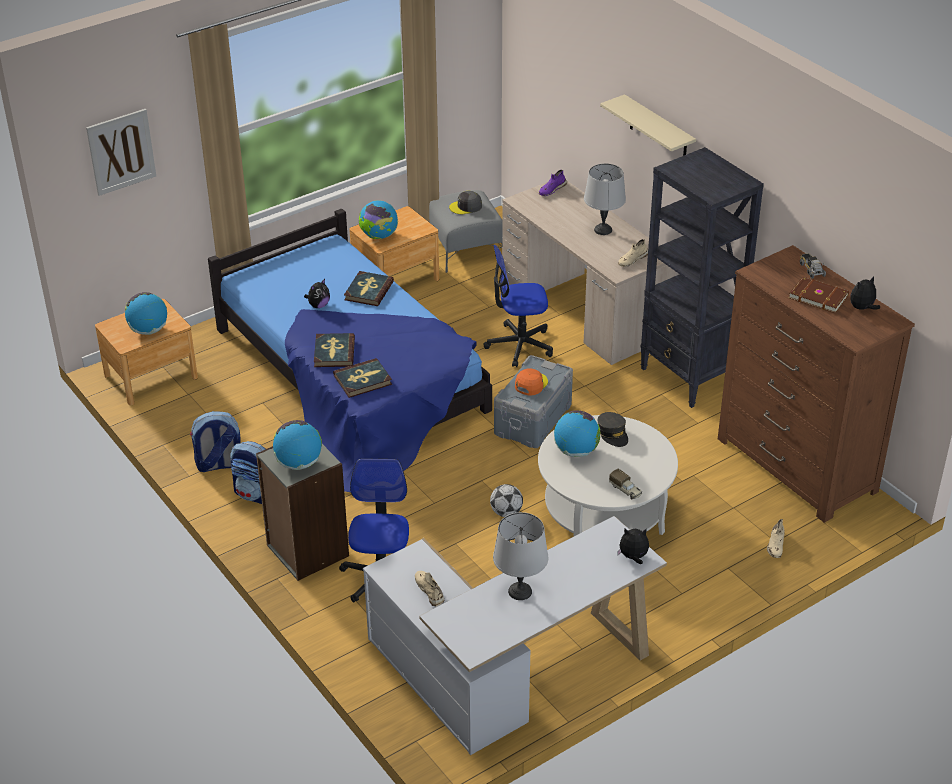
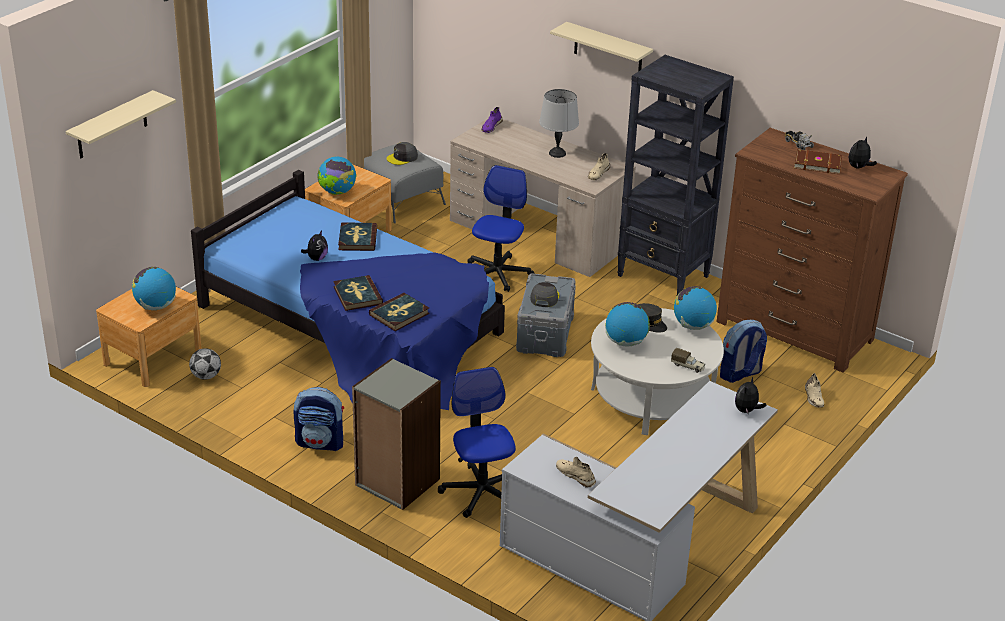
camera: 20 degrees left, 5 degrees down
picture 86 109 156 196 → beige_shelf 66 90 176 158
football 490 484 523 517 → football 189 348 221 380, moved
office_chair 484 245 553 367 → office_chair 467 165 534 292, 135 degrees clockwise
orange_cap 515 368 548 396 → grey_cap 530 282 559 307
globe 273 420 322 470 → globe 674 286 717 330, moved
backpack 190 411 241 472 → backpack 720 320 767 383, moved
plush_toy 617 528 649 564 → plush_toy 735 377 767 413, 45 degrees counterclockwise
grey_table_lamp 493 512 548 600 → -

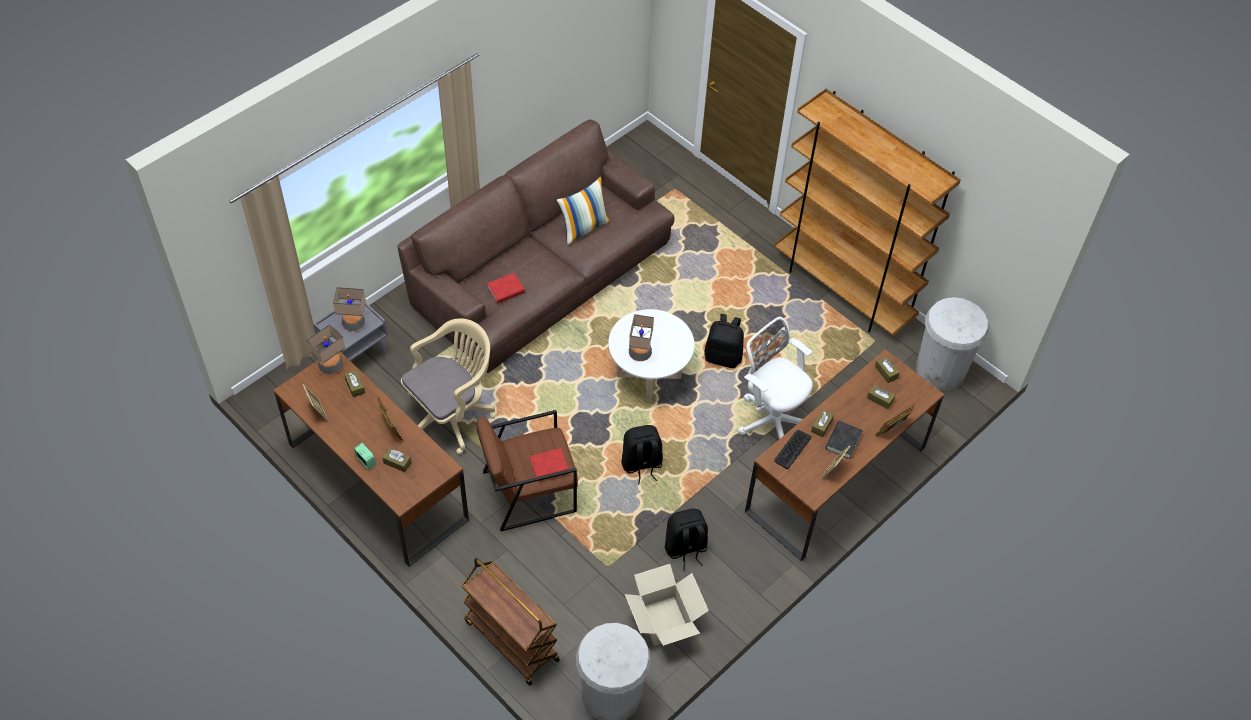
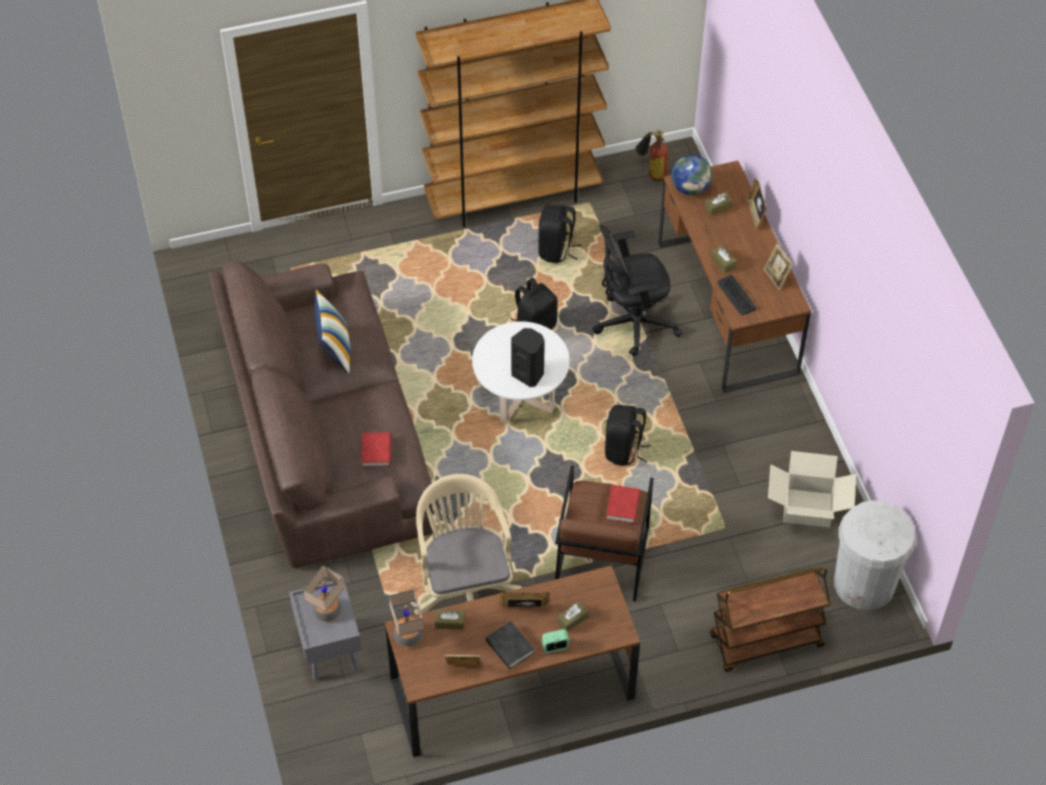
camera: 60 degrees left, 0 degrees up
black_book 826 421 863 459 → black_book 486 621 534 669, moved
table_lamp 629 314 654 361 → black_speaker 511 328 545 387
black_backpack 665 509 708 570 → black_backpack 538 205 581 263, moved
white_office_chair 738 317 813 439 → black_office_chair 593 225 683 356
white_trash_can 916 297 988 390 → fire_extinguisher 635 130 668 181
brown_tissue_box 875 356 900 383 → globe 672 155 712 195

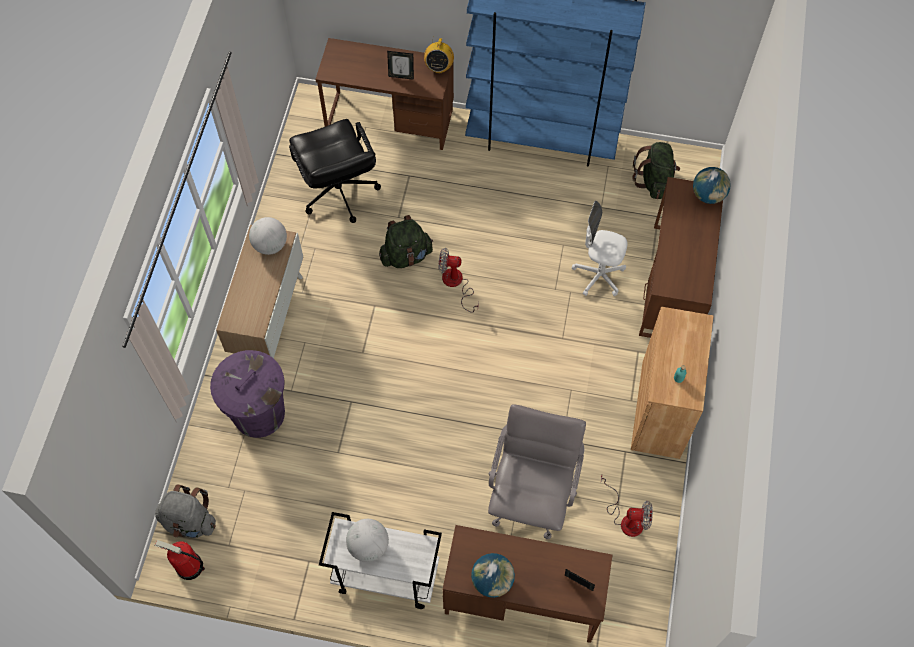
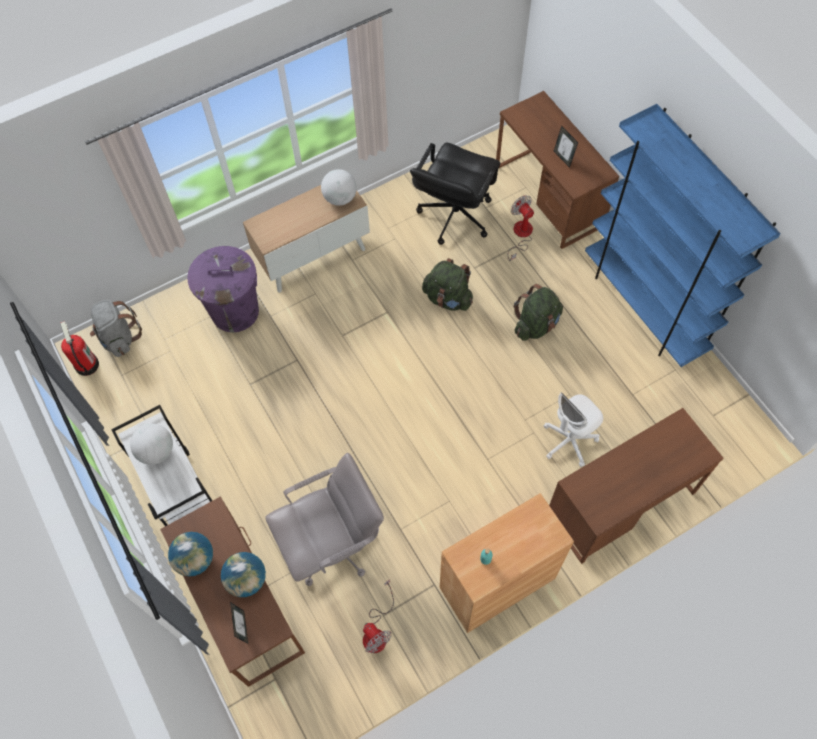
camera: 50 degrees right, 0 degrees up
globe 693 167 731 204 → globe 221 552 266 597, moved
fan 439 248 479 313 → fan 508 195 534 261, moved
green_backpack 632 142 680 199 → green_backpack 514 284 563 341, moved
white_office_chair 572 201 628 296 → white_office_chair 544 392 603 467, 105 degrees counterclockwise
radio 424 38 454 73 → -

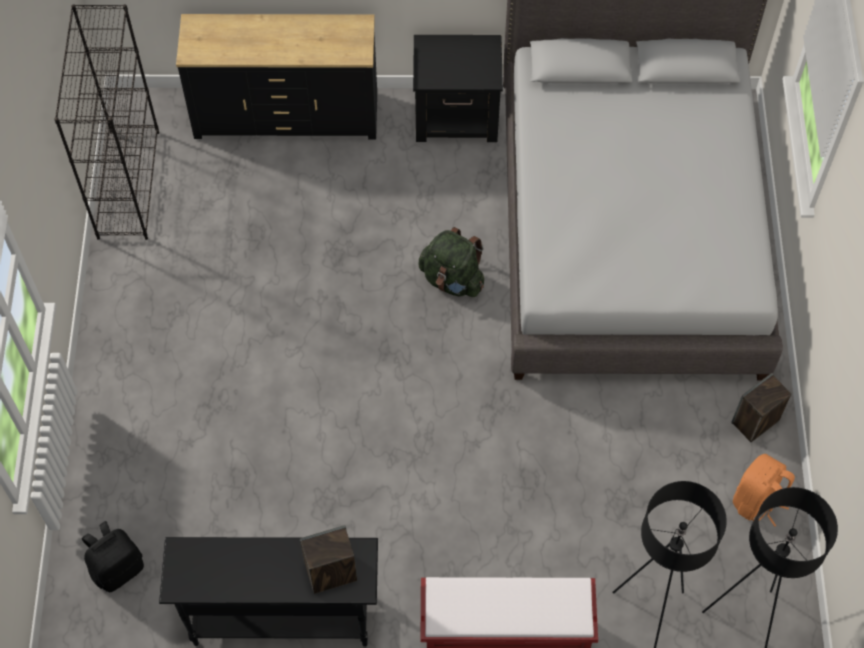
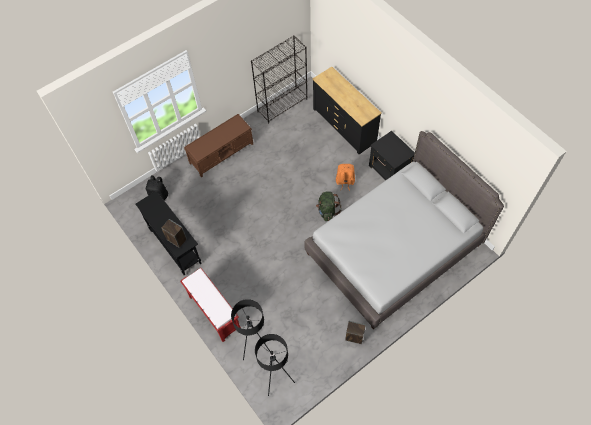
camera: 55 degrees right, 0 degrees up
- → brown_bench 184 114 253 177
orange_backpack 733 454 795 526 → orange_backpack 336 164 355 191, moved

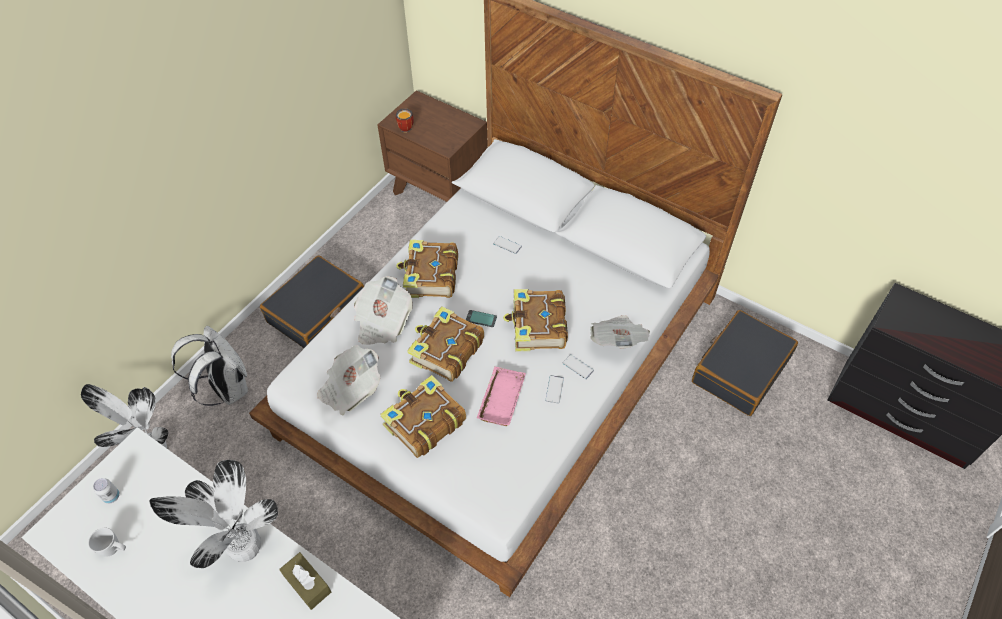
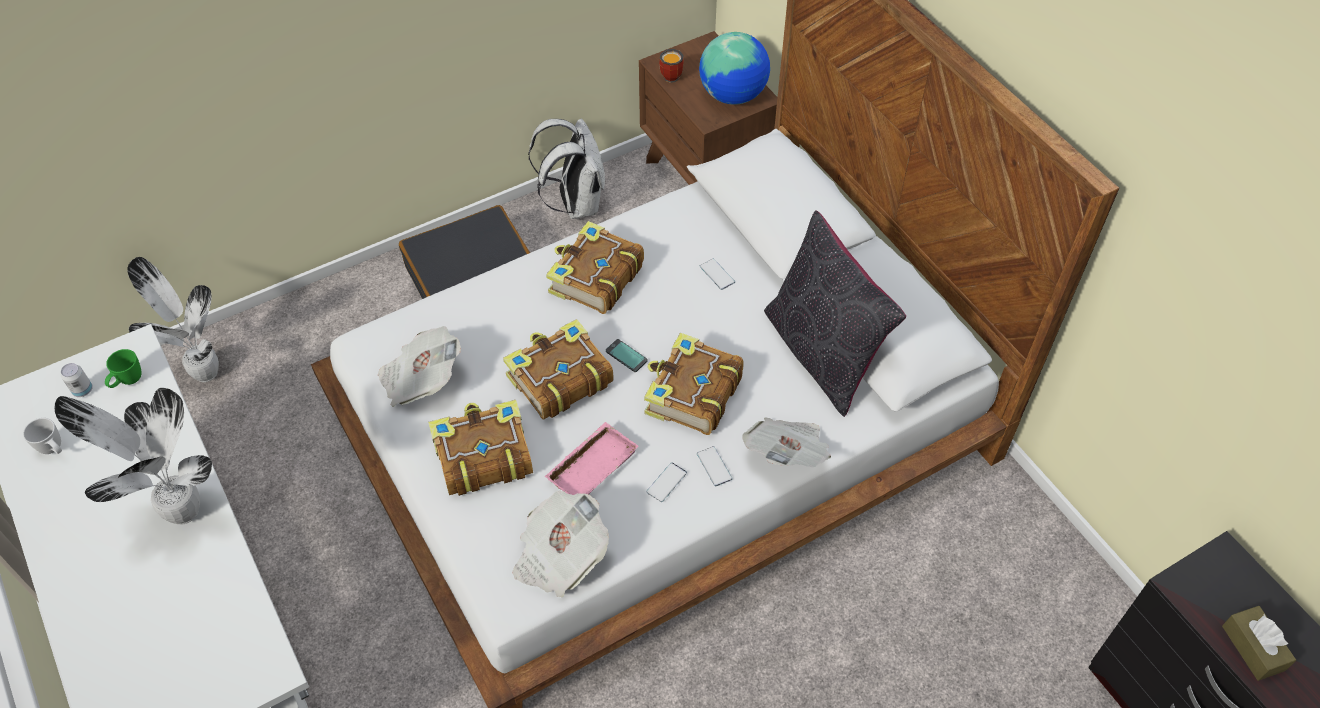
camera: 25 degrees right, 0 degrees up
- → green_mug 105 349 141 388
newspaper 354 276 413 345 → newspaper 513 490 609 598, moved
white_backpack 171 326 248 406 → white_backpack 528 119 605 219, moved
- → globe 699 32 770 105
- → black_pillow 764 210 906 417
brown_tissue_box 279 552 331 610 → brown_tissue_box 1222 606 1296 681, moved
black_suitcase 692 310 798 416 → -

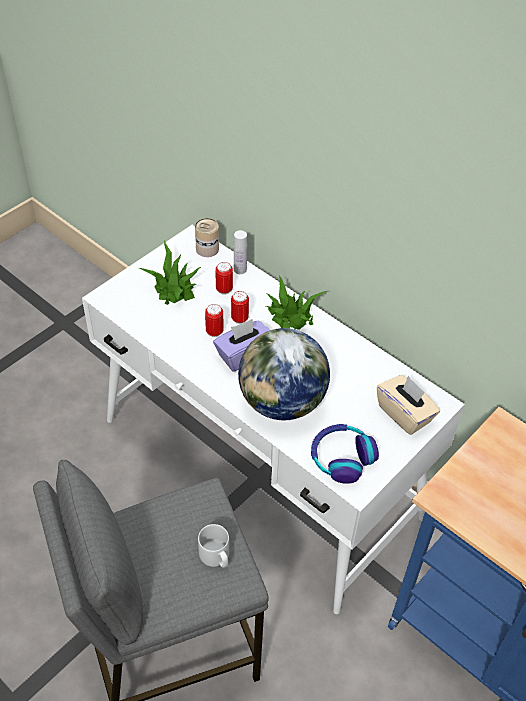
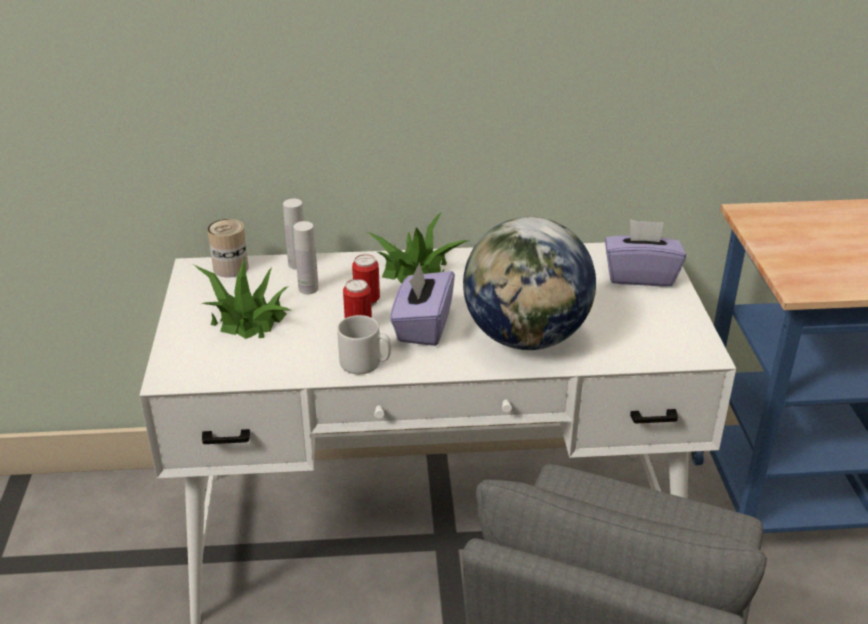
camera: 45 degrees left, 15 degrees down
can 215 262 233 294 → white_bottle 294 221 319 294
grey_mug 198 524 229 568 → grey_mug 337 315 391 374, moved
beige_tissue_box 377 375 440 435 → purple_tissue_box 605 219 686 287
headphones 311 424 379 484 → -

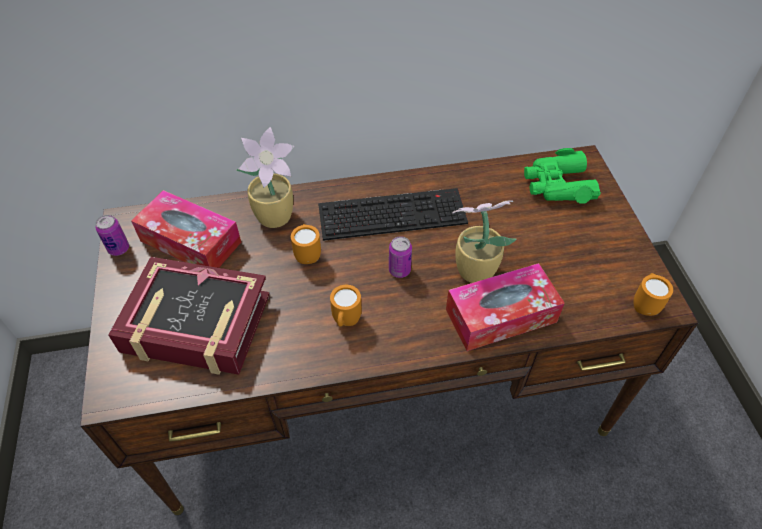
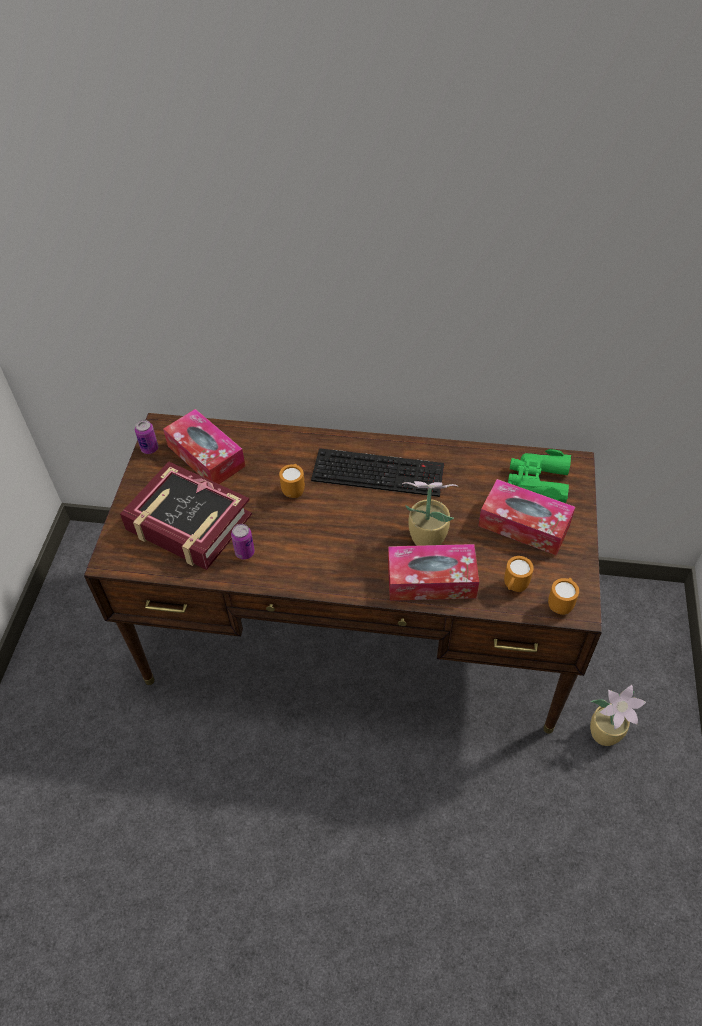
camera: 20 degrees right, 0 degrees up
can 389 236 412 278 → can 231 524 255 560, moved
- → tissue_box 478 479 575 556
orange_mug 330 285 362 326 → orange_mug 504 556 534 592, moved
potted_plant 236 127 294 228 → potted_plant 590 685 646 746, moved

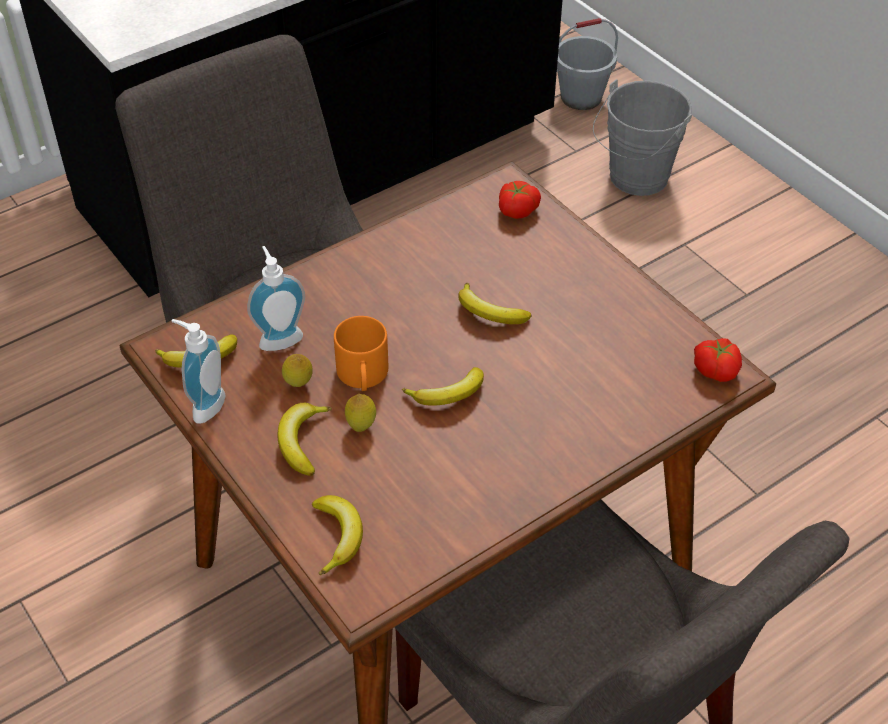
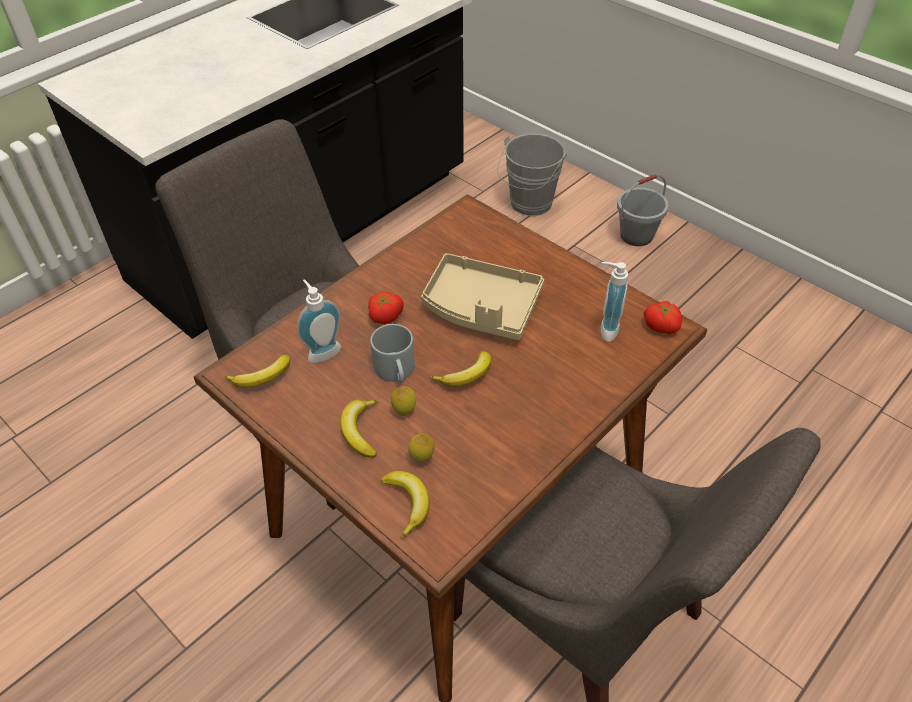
camera: 10 degrees left, 0 degrees up
tomato 499 181 541 219 → tomato 368 292 404 324, moved
orange_mug 334 316 388 391 → grey_mug 370 324 415 383
lemon 282 354 313 387 → lemon 408 434 435 462, moved
banana 458 283 532 324 → beige_tray 421 253 544 340
soap_dispenser 171 319 226 424 → soap_dispenser 601 262 628 342, moved
grey_bucket 557 18 618 110 → grey_bucket 617 174 669 246, moved

